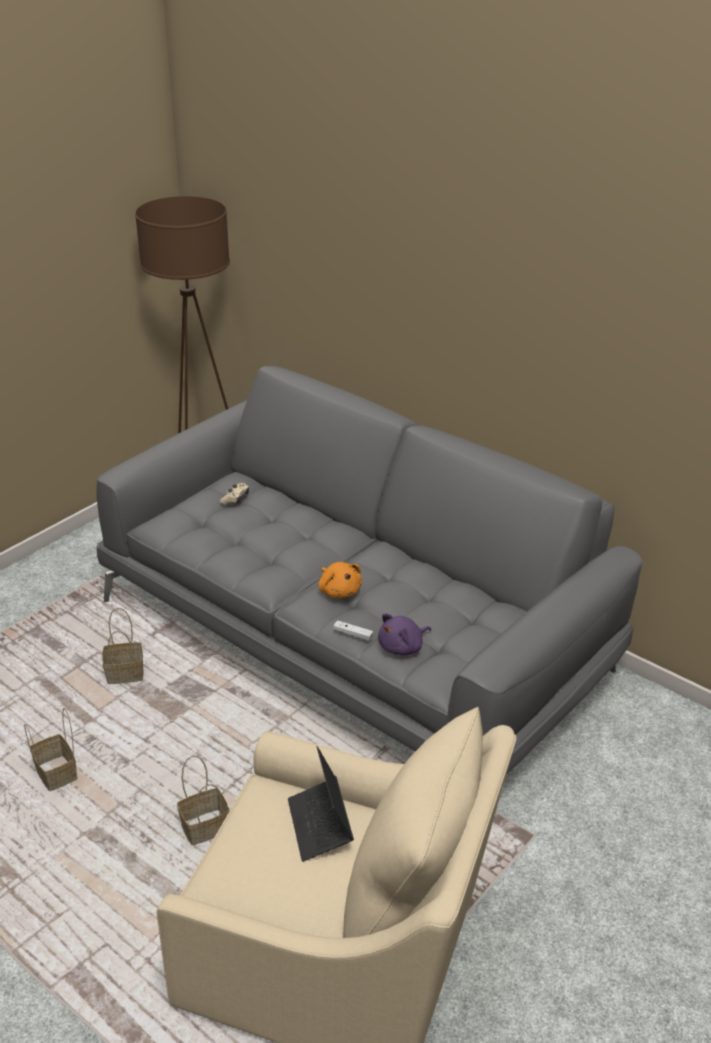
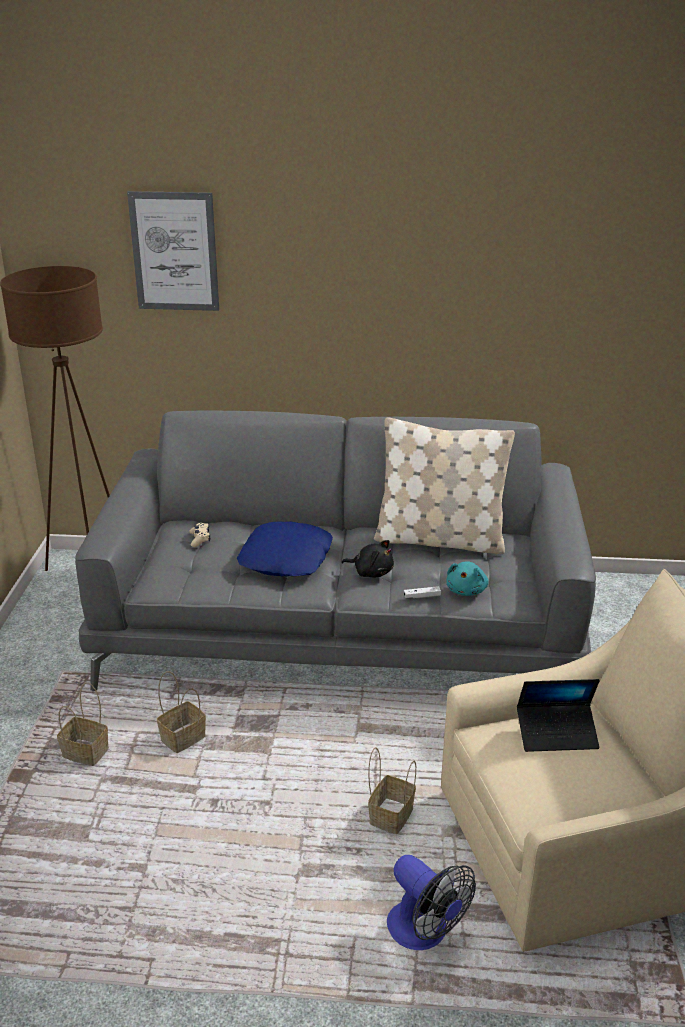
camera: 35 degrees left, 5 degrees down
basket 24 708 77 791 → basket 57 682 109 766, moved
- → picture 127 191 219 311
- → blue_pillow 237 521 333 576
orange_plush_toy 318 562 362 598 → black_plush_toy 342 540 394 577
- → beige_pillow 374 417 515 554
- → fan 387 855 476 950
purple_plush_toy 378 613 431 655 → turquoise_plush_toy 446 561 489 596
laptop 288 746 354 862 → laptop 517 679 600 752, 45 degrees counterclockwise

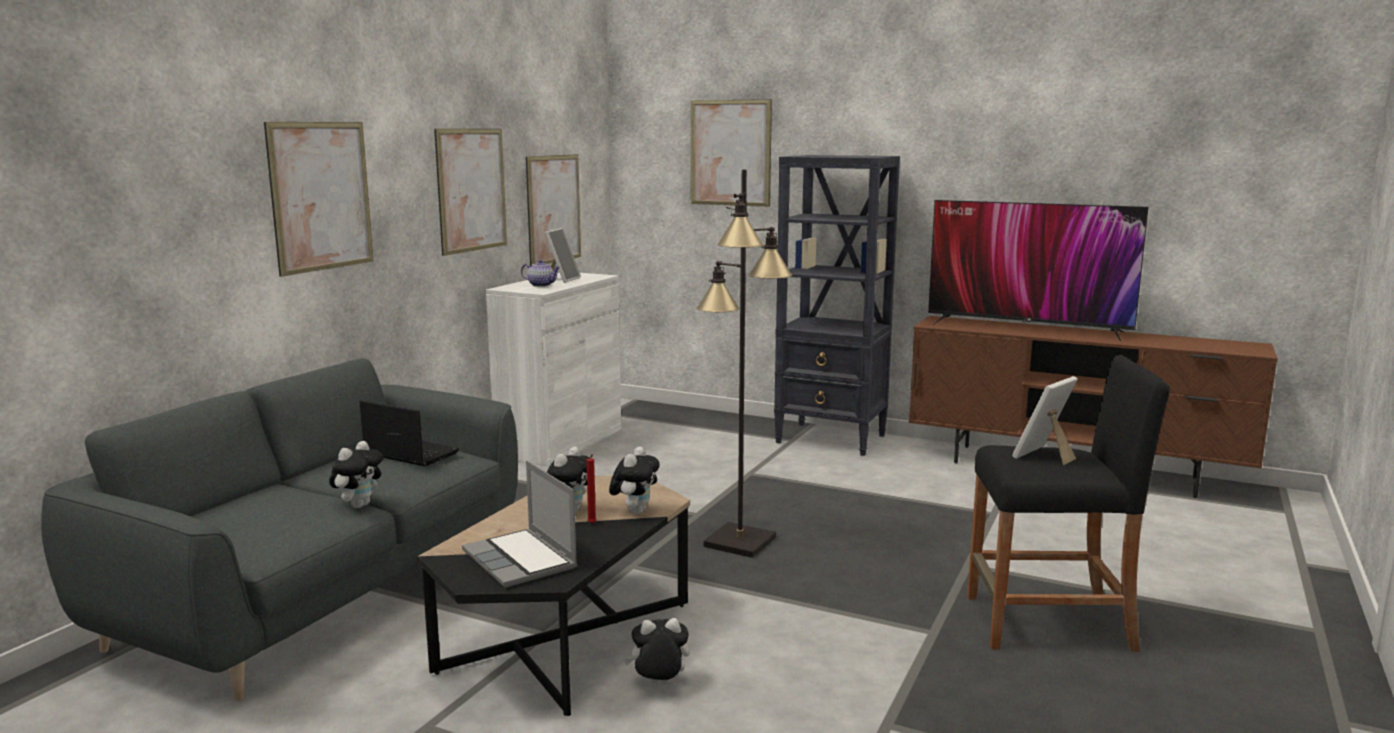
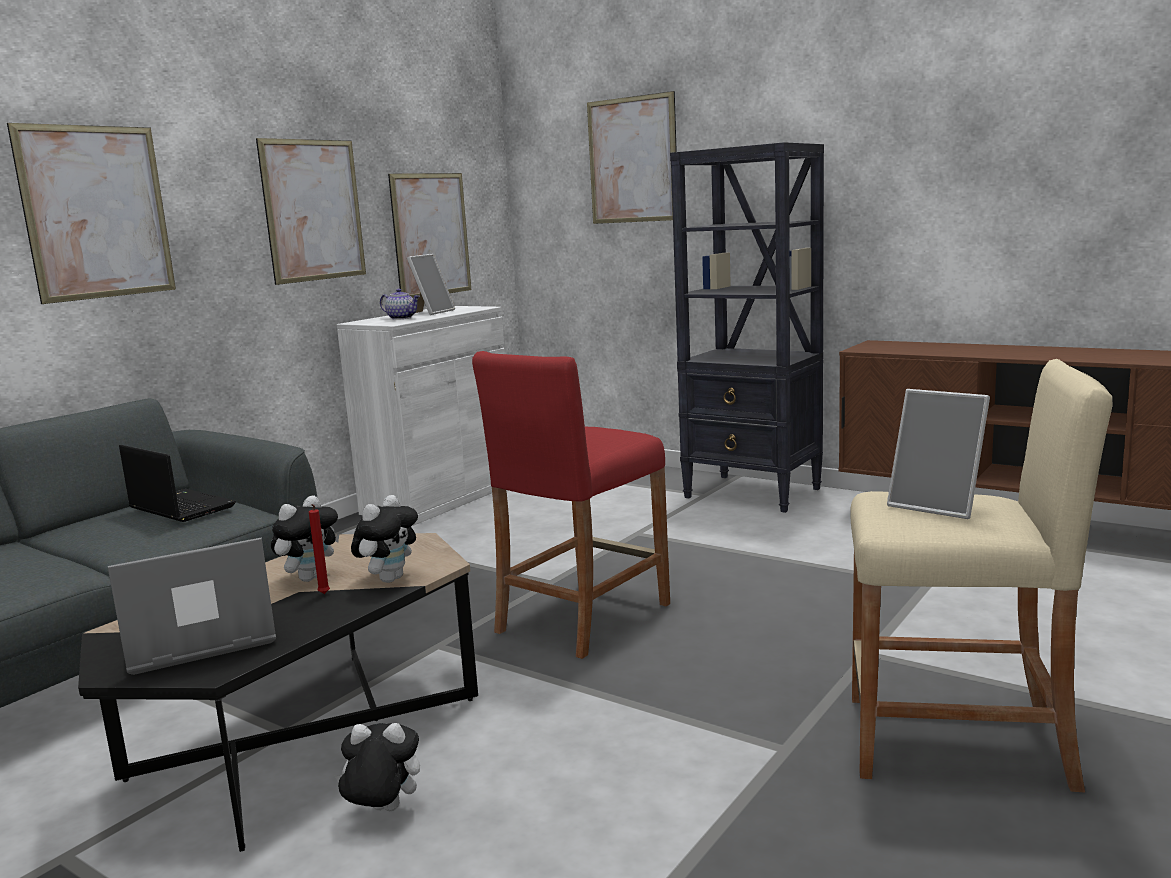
camera: 10 degrees right, 0 degrees up
laptop 462 461 577 588 → laptop 108 537 276 675, 90 degrees clockwise
black_floor_lamp 696 169 792 558 → red_stool 472 351 670 659
black_stool 967 355 1170 652 → beige_stool 850 359 1113 793
picture_frame 1012 376 1078 465 → picture_frame 887 389 990 519, 105 degrees counterclockwise
plush_toy 329 441 383 508 → -
television 928 200 1149 342 → -

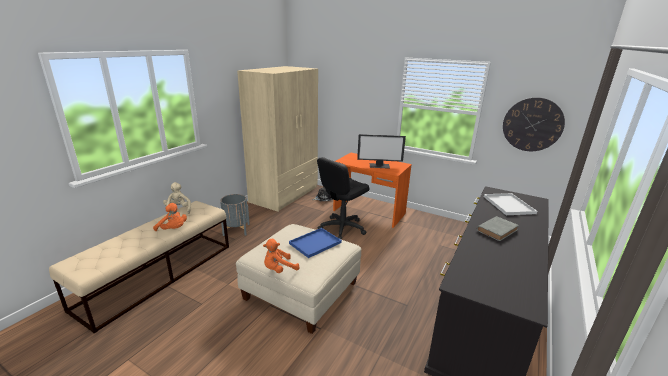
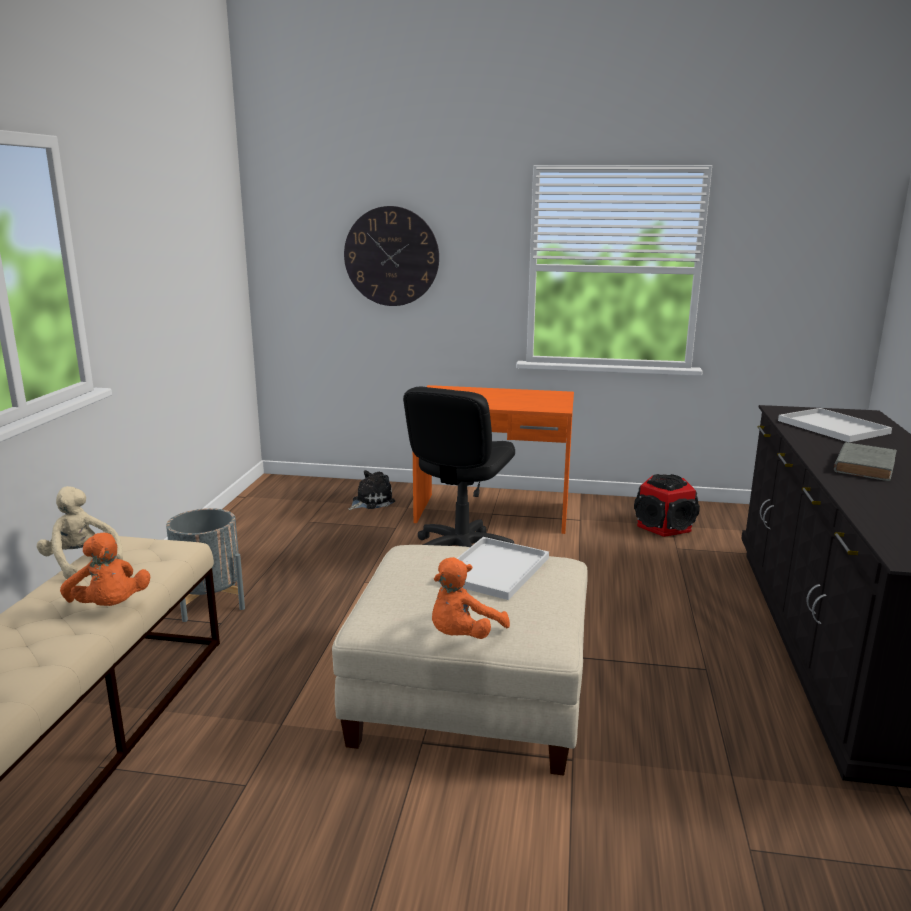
camera: 20 degrees left, 5 degrees down
orange_plush_toy 153 203 187 231 → orange_plush_toy 60 533 150 606, 45 degrees clockwise
wall_clock 503 97 565 151 → wall_clock 344 206 439 306, moved
blue_tray 289 228 342 258 → white_tray 437 537 549 600
- → speaker 634 474 700 537
beige_wardrobe 237 66 318 212 → -
monitor 357 134 406 169 → -

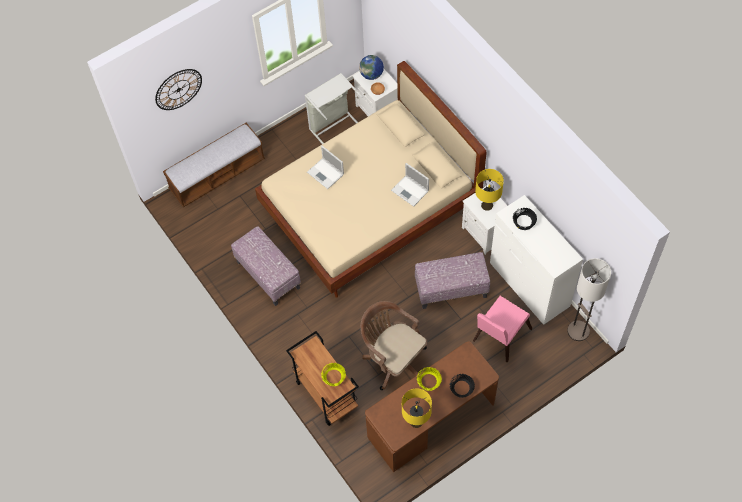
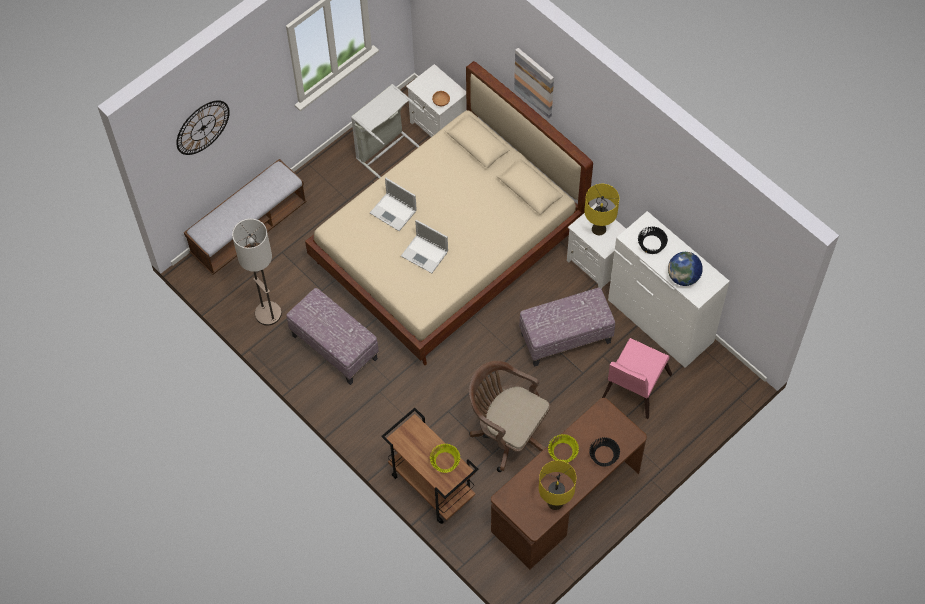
camera: 10 degrees left, 0 degrees up
floor_lamp 567 258 611 341 → floor_lamp 232 219 282 325, moved
laptop 391 163 429 207 → laptop 401 220 448 273, moved
- → picture 514 48 554 118
globe 359 55 384 80 → globe 668 252 703 286, moved

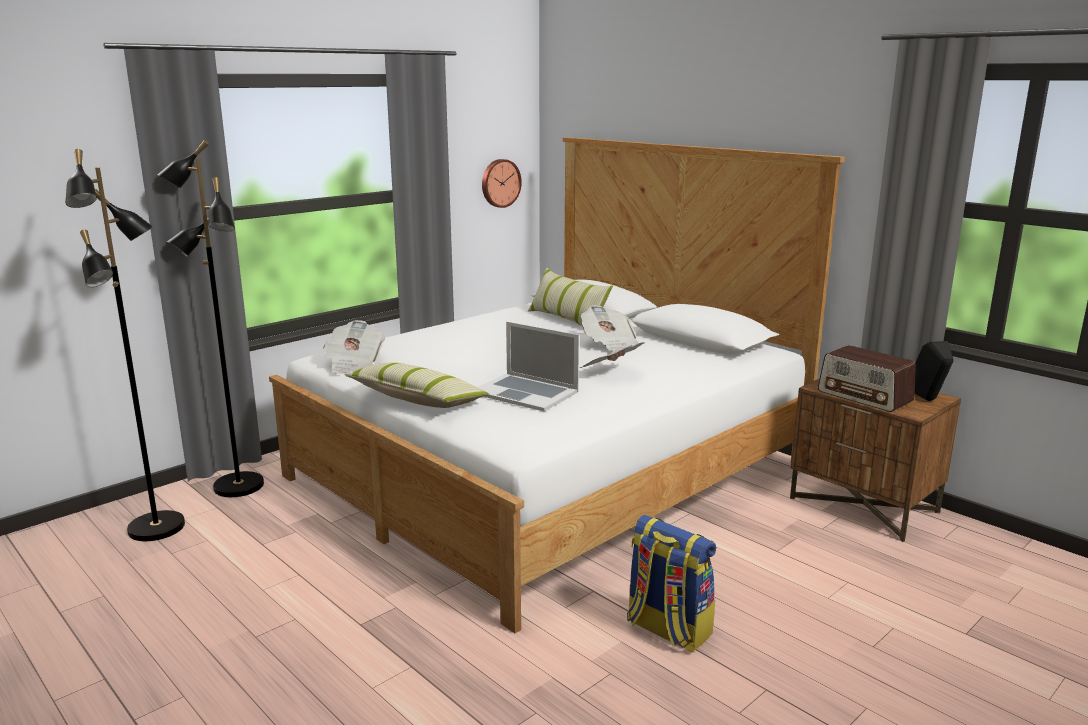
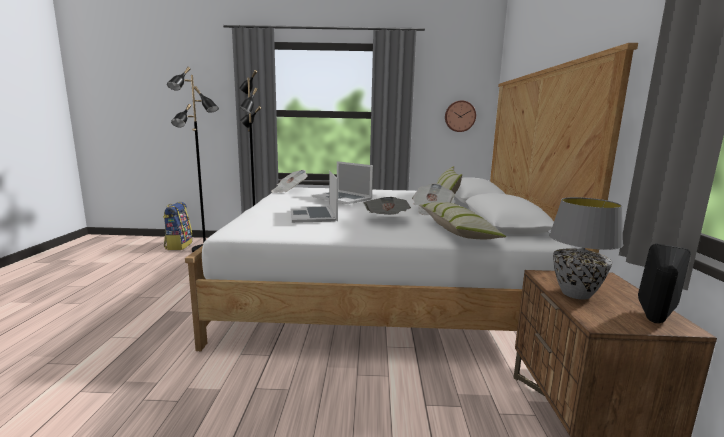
camera: 45 degrees right, 5 degrees down
backpack 627 515 716 652 → backpack 163 202 192 250, moved
- → laptop 312 161 373 204
pillow 345 362 489 408 → pillow 419 202 506 239, moved
radio 818 345 916 412 → grey_table_lamp 549 197 623 300

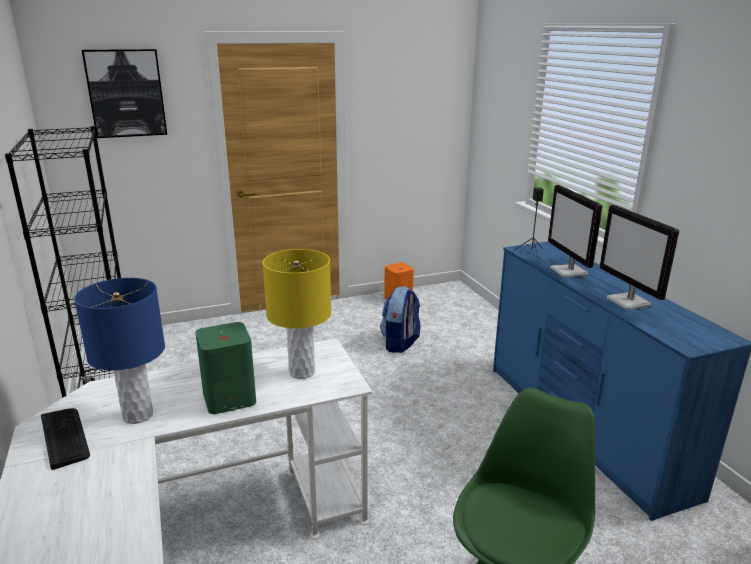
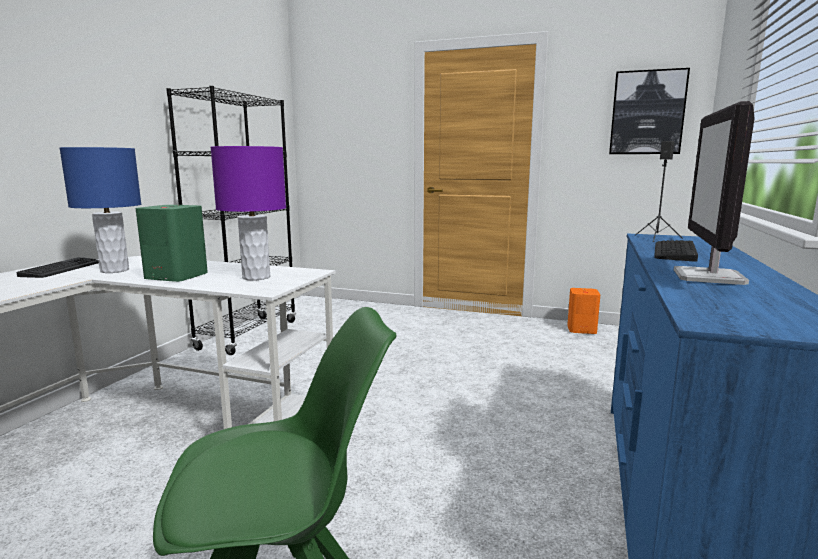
camera: 40 degrees right, 10 degrees down
yellow_table_lamp 262 249 331 379 → purple_table_lamp 210 146 286 281
picture 82 49 167 138 → picture 609 68 690 154, moved
monitor 548 185 603 278 → keyboard 654 240 698 262
backpack 380 286 420 353 → -

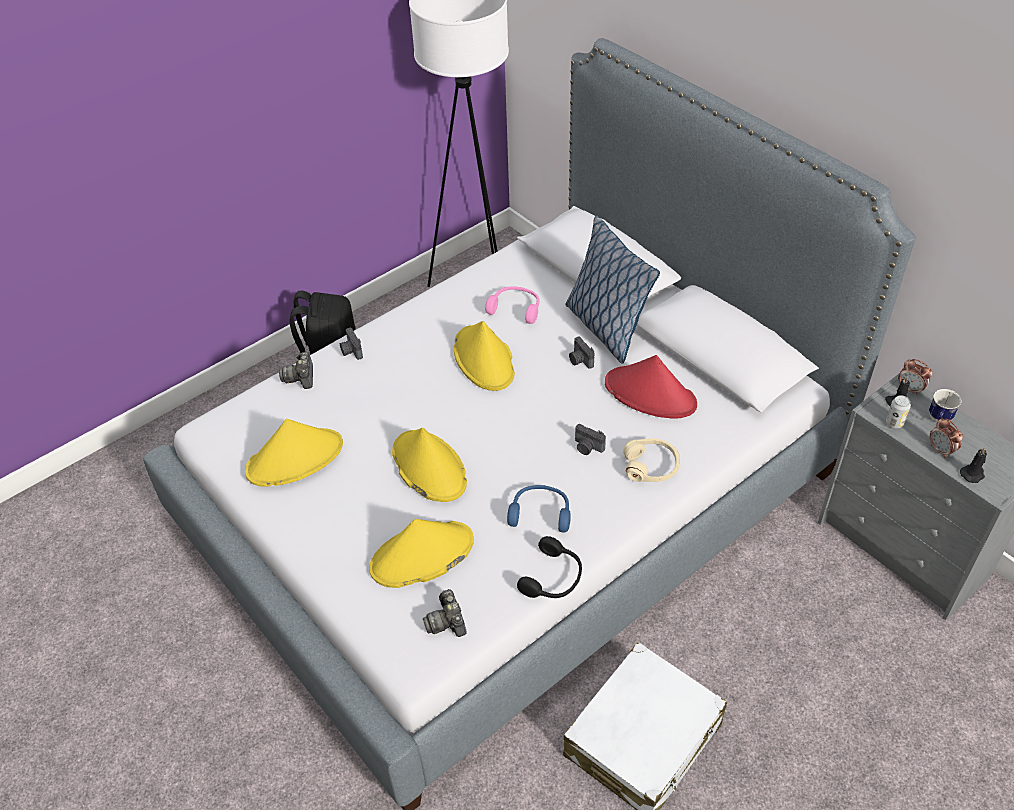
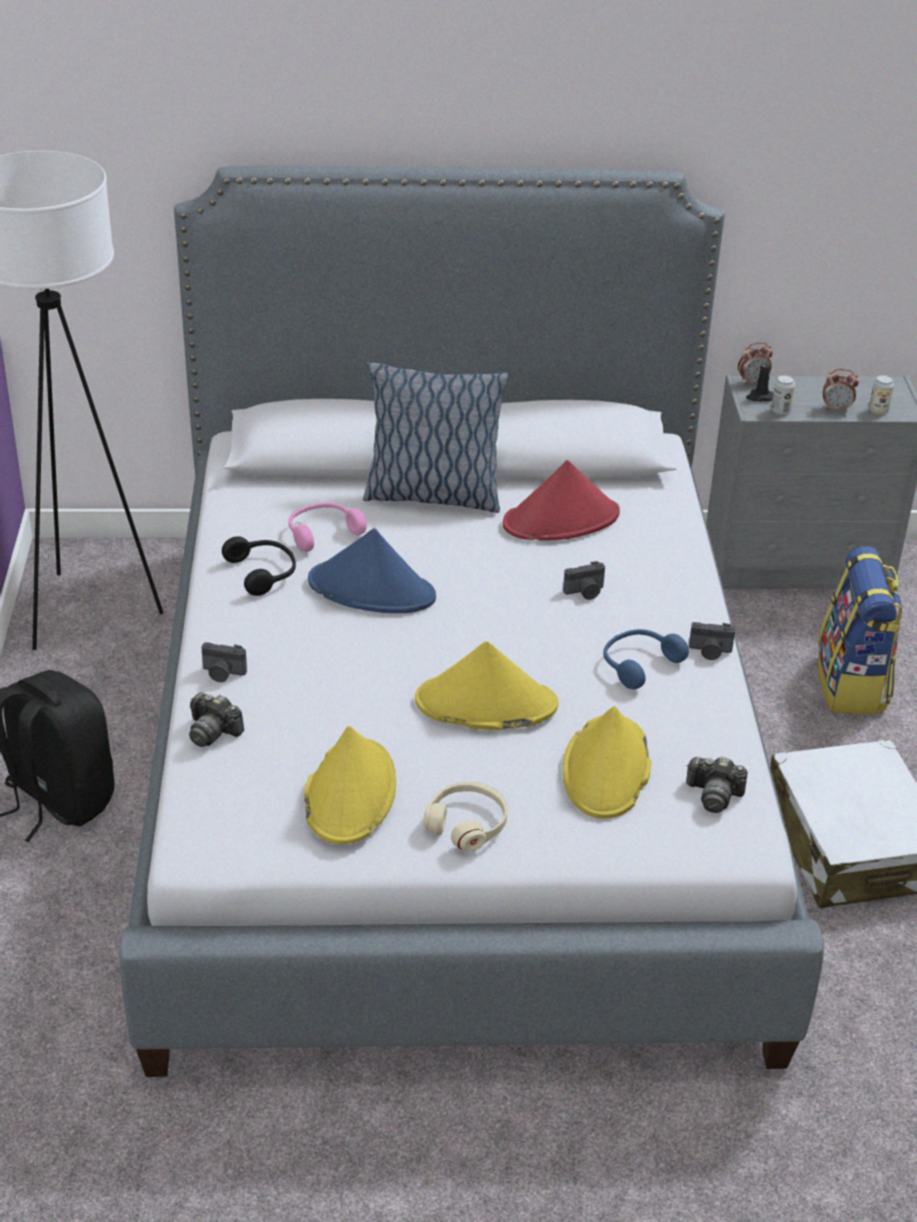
camera: 55 degrees left, 10 degrees down
black_headphones 517 536 582 598 → black_headphones 222 536 296 596, moved
yellow_hat 454 321 515 391 → blue_hat 308 528 436 613
beige_headphones 623 438 680 482 → beige_headphones 423 782 508 851, moved
photo_camera 569 336 594 369 → photo_camera 689 622 735 660, moved
- → backpack 818 546 902 714
black_candle 960 447 987 483 → can 869 375 894 415
mug 929 389 962 422 → -

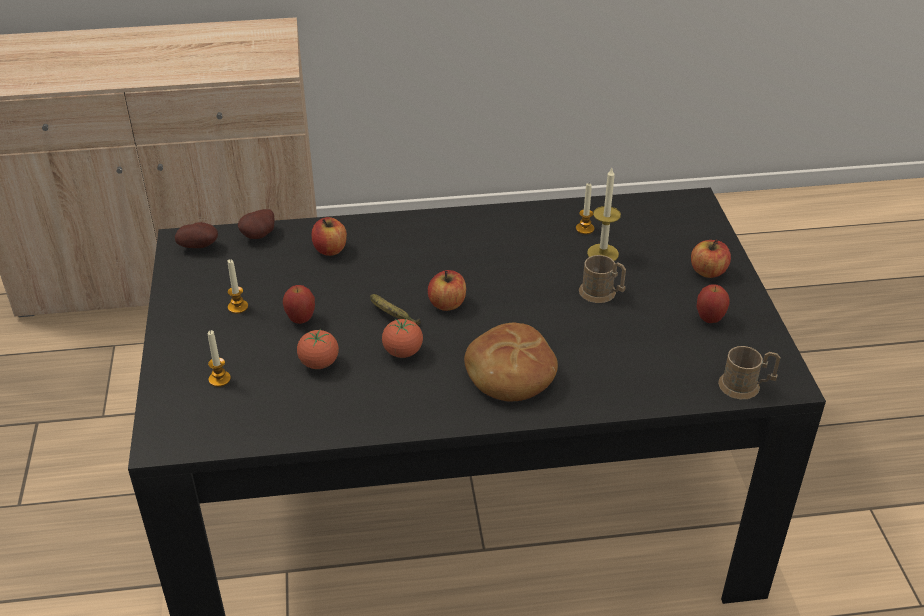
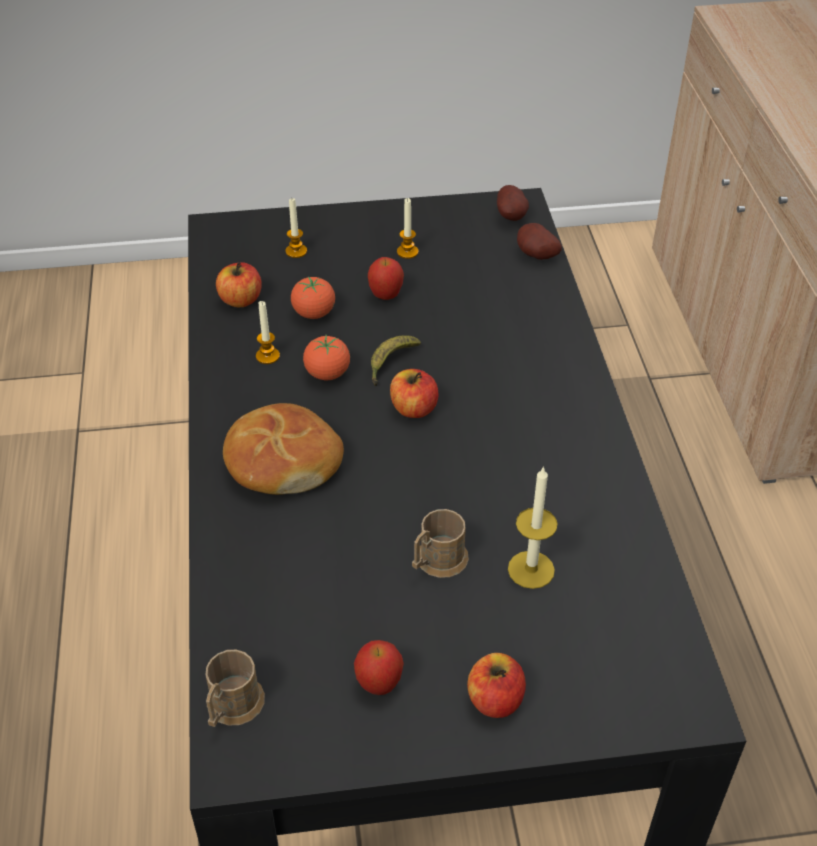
camera: 90 degrees right, 5 degrees up
apple 312 217 347 256 → apple 216 262 262 308, moved
candle 576 183 594 234 → candle 256 301 280 364, moved

